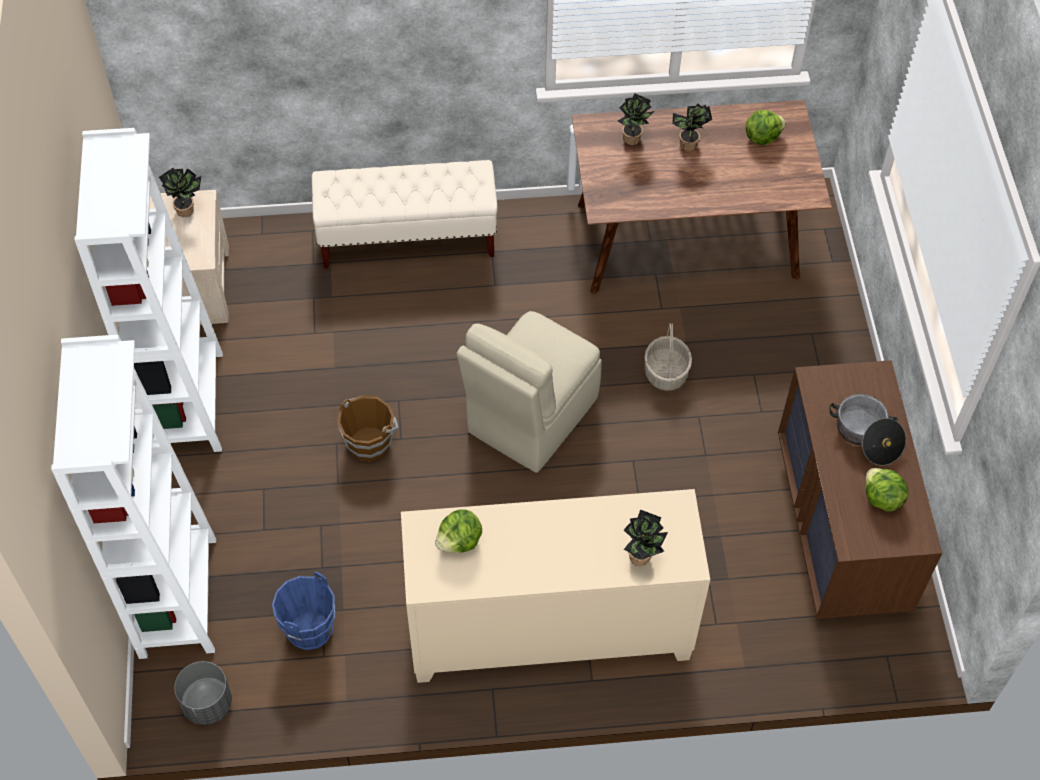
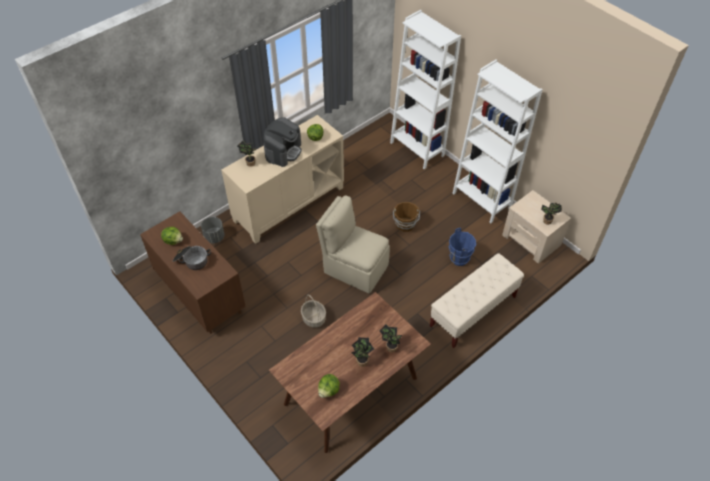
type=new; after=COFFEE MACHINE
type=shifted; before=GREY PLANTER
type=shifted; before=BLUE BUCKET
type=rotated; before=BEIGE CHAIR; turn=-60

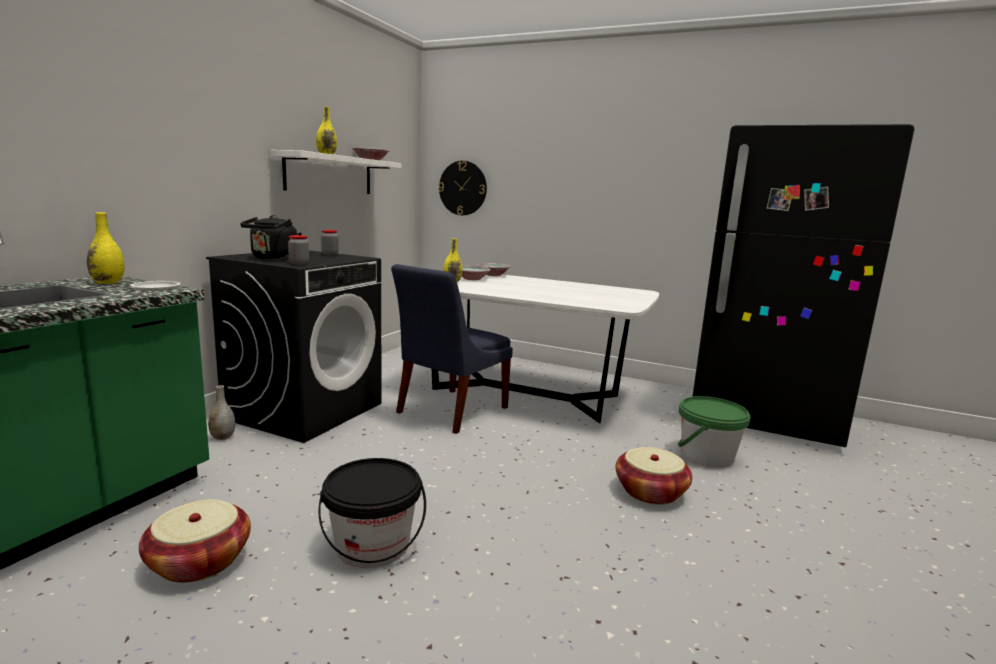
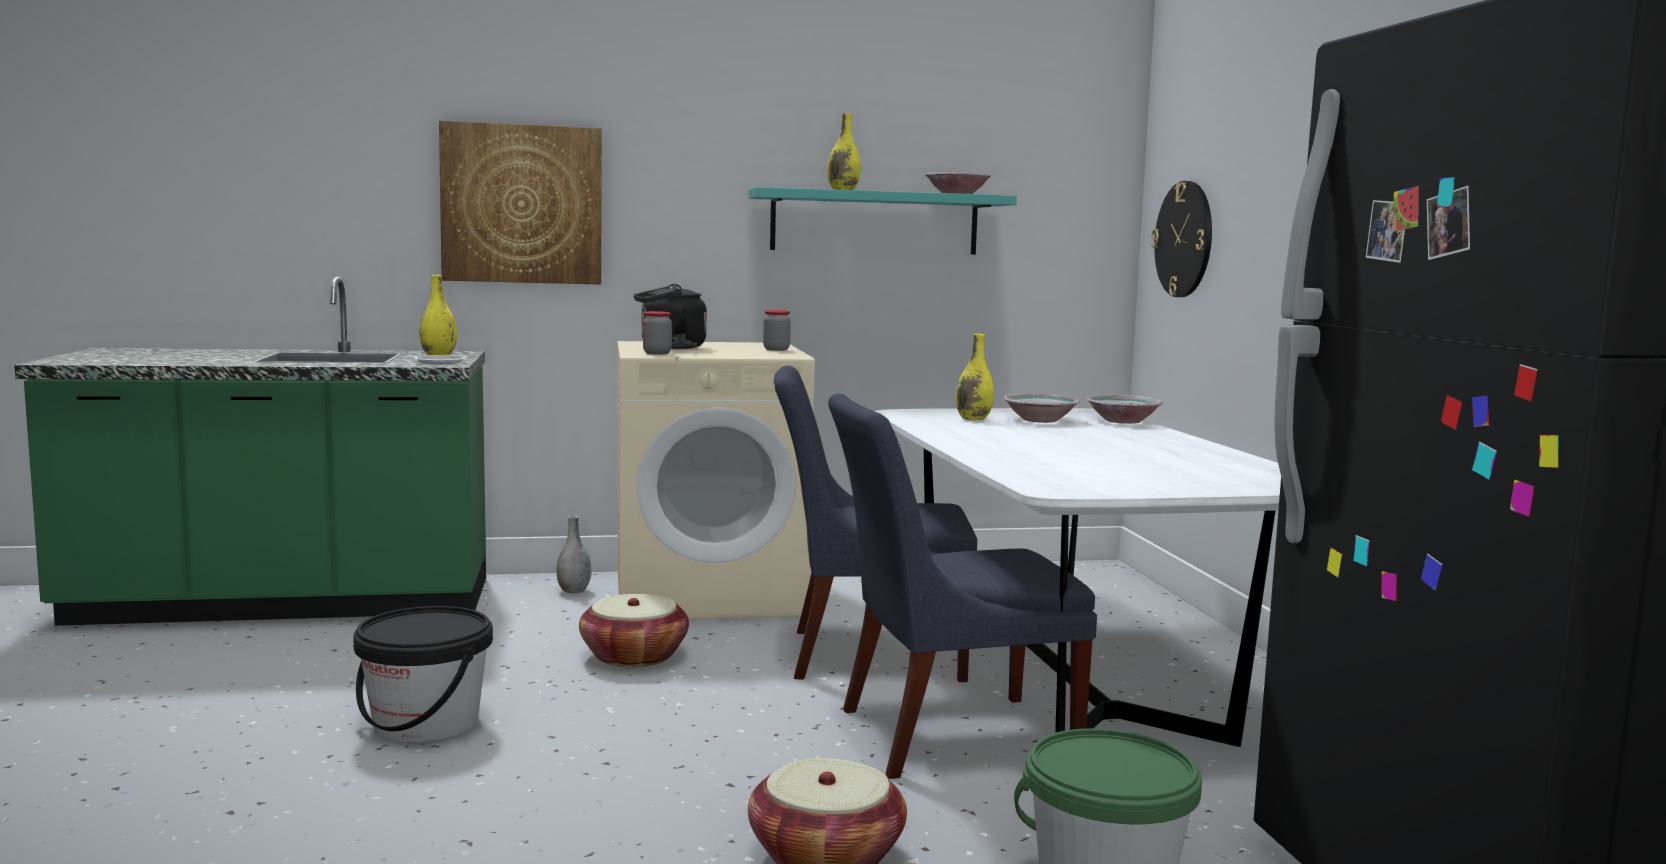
type=new; after=PICTURE
type=new; after=BLUE CHAIR (no. 2 from left)
type=shifted; before=BASKET (no. 1 from left)
type=repainted; before=BLACK WASHING MACHINE; after=BEIGE WASHING MACHINE
type=repainted; before=WHITE SHELF; after=TURQUOISE SHELF

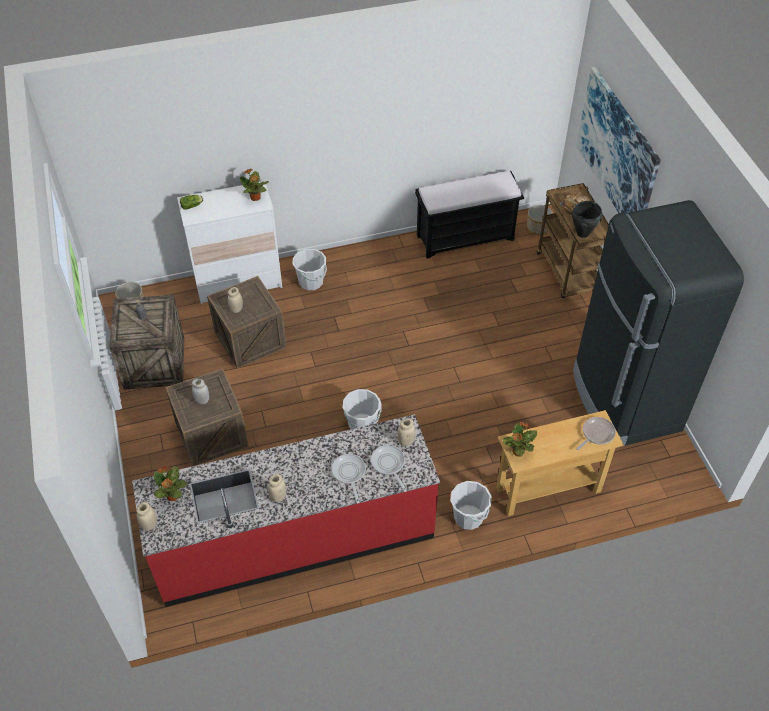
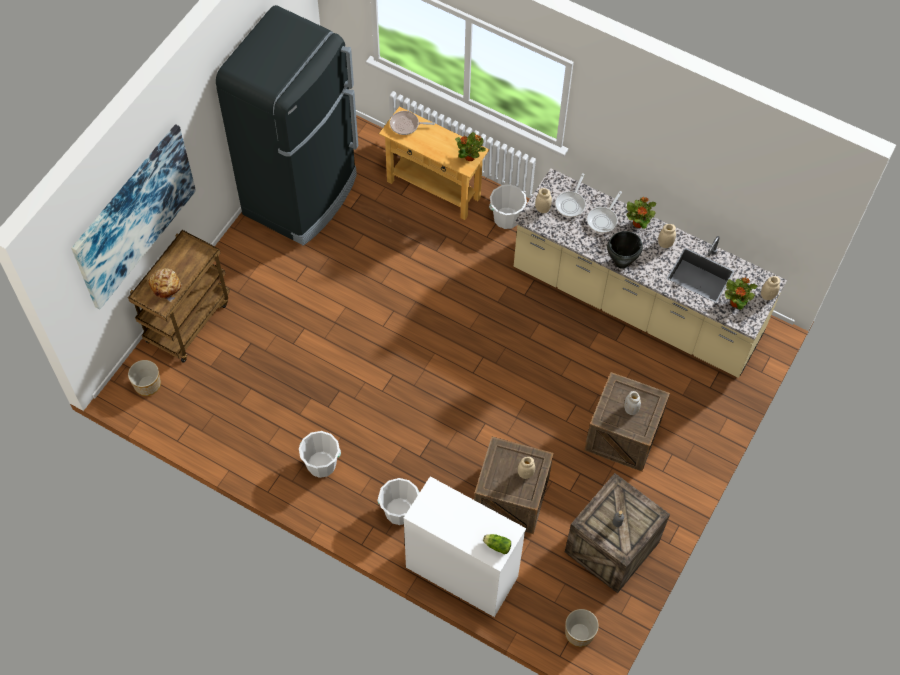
type=gone; before=BLACK BENCH
type=shifted; before=POTTED PLANT (no. 2 from left)
type=shifted; before=WHITE BUCKET (no. 2 from left in the first image); after=WHITE BUCKET (no. 1 from left)
type=shifted; before=BLACK COOKING POT
type=repainted; before=RED COUNTER; after=BEIGE COUNTER

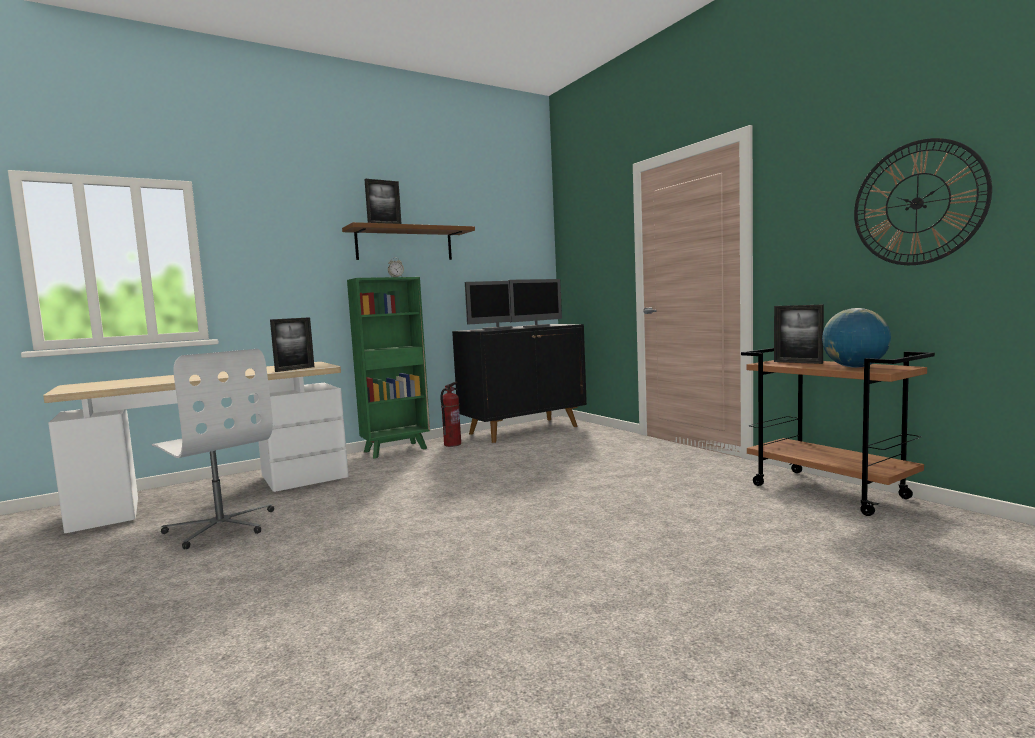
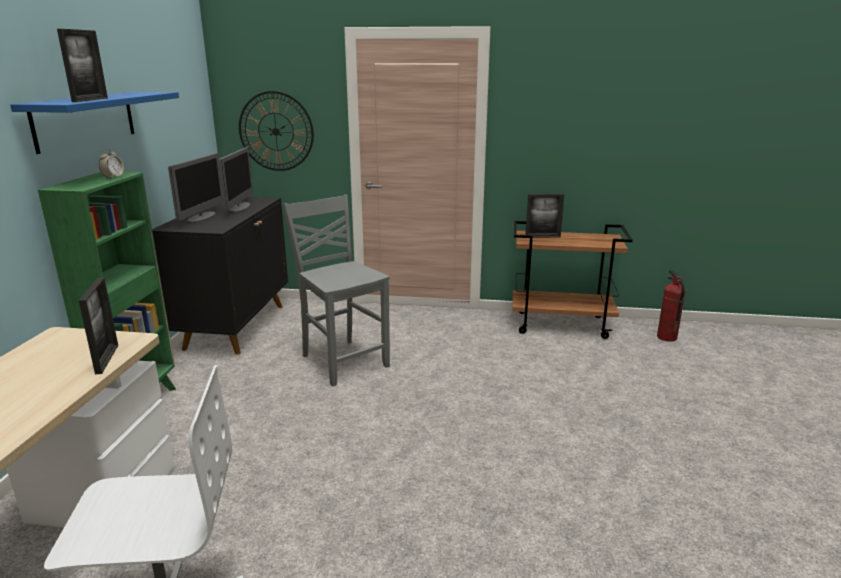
type=gone; before=GLOBE
type=new; after=GREY CHAIR
type=shifted; before=FIRE EXTINGUISHER
type=shifted; before=WALL CLOCK
type=repainted; before=BROWN SHELF; after=BLUE SHELF

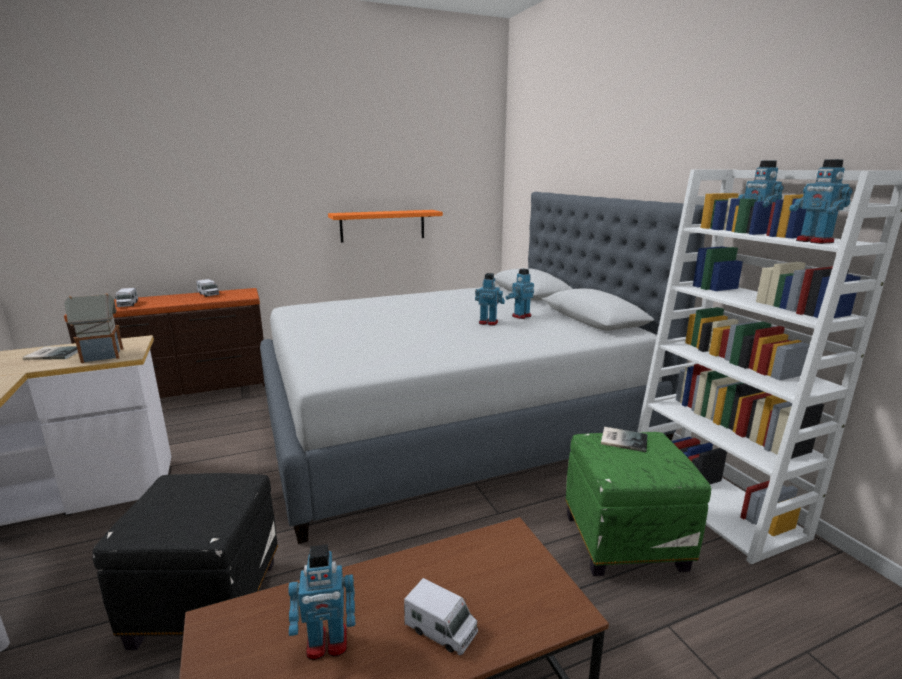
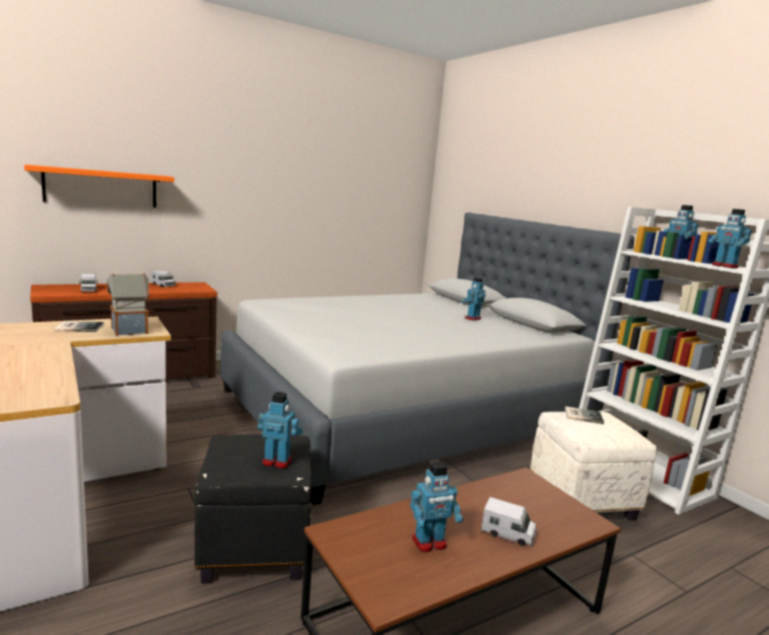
type=shifted; before=ORANGE SHELF
type=shifted; before=TOY ROBOT (no. 2 from left in the first image); after=TOY ROBOT (no. 1 from left)
type=repainted; before=GREEN OTTOMAN; after=WHITE OTTOMAN

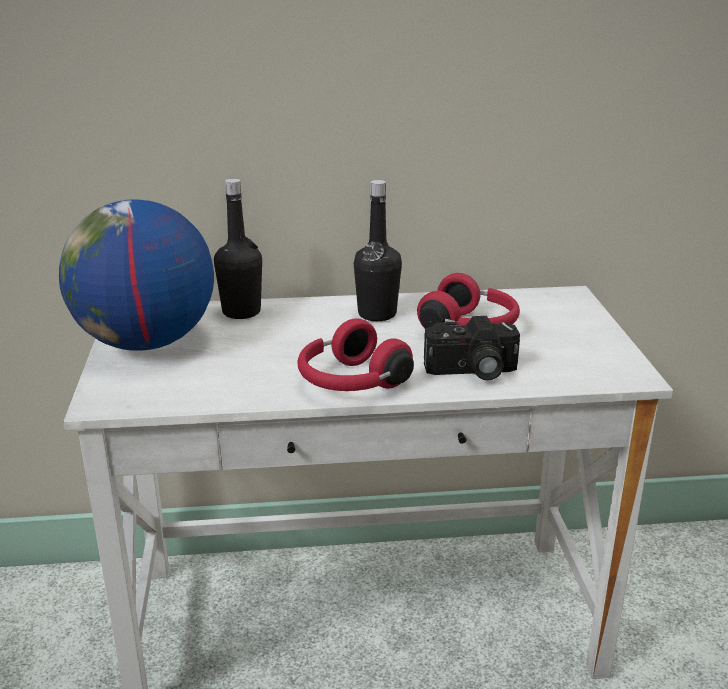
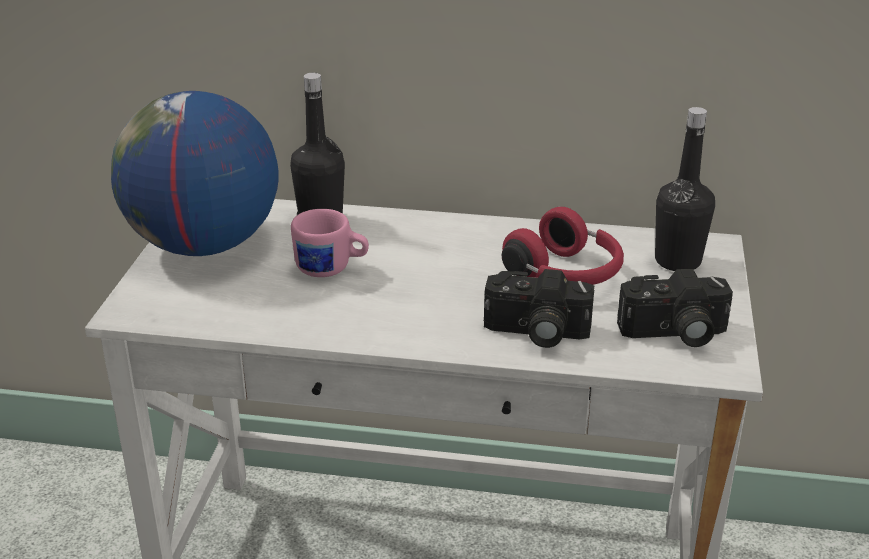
type=gone; before=RED HEADPHONES (no. 1 from left)
type=new; after=PINK MUG
type=new; after=PHOTO CAMERA (no. 2 from left)
type=shifted; before=BLACK BOTTLE (no. 2 from left)

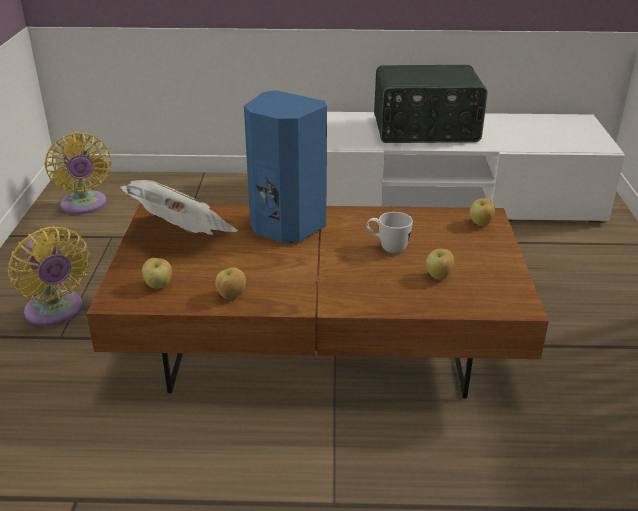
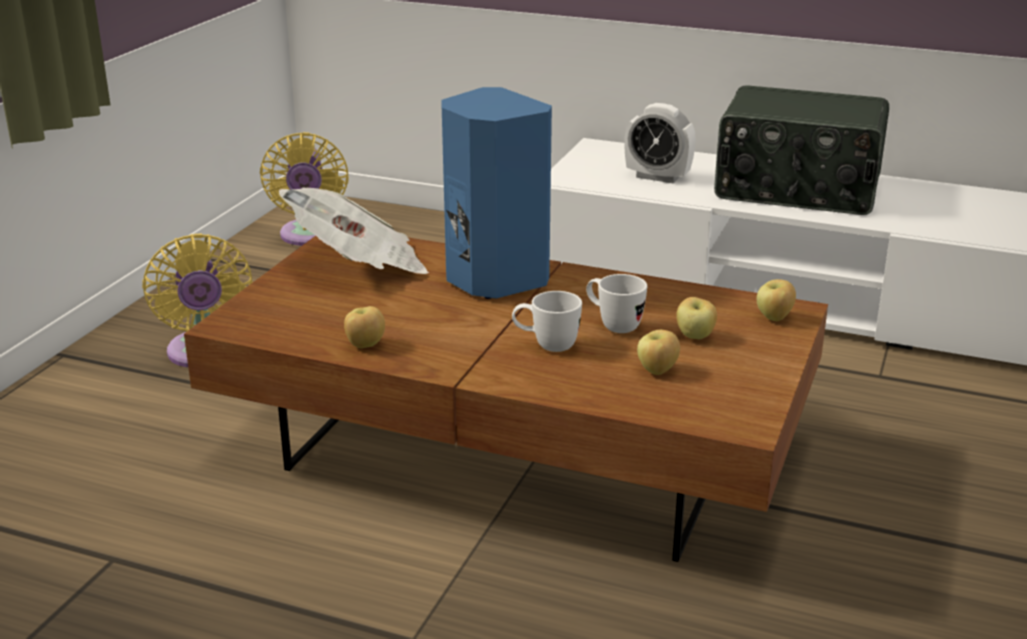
type=new; after=WHITE MUG (no. 1 from left)
type=new; after=ALARM CLOCK
type=shifted; before=APPLE (no. 1 from left in the first image); after=APPLE (no. 3 from left)

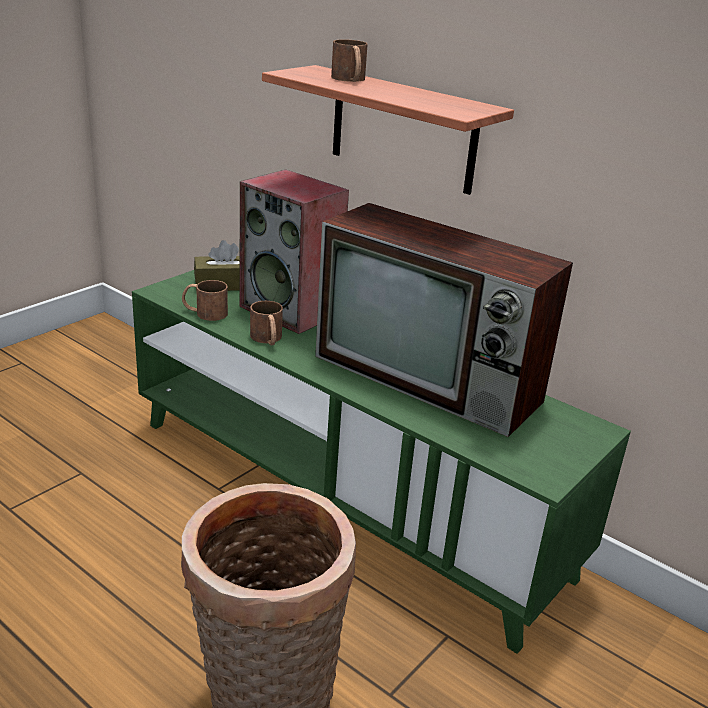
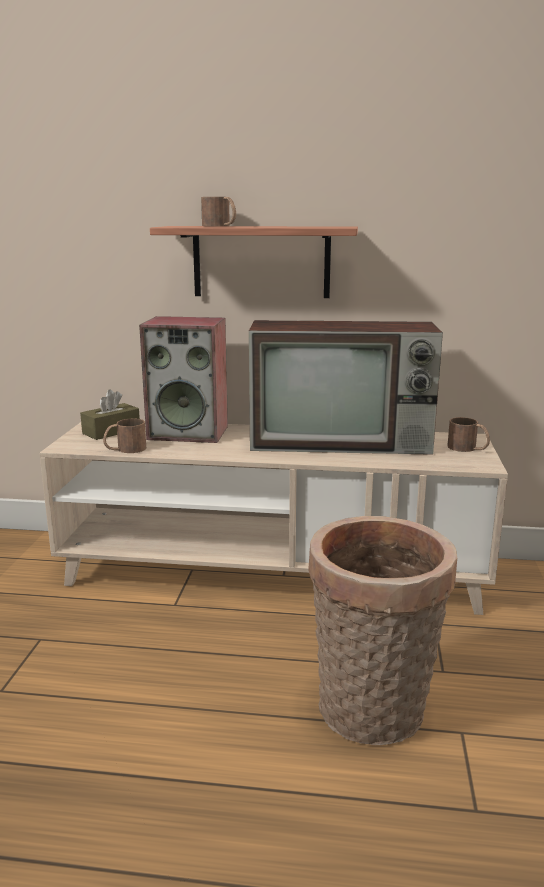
type=shifted; before=BROWN MUG (no. 2 from left in the first image); after=BROWN MUG (no. 3 from left)
type=repainted; before=GREEN TV STAND; after=BEIGE TV STAND

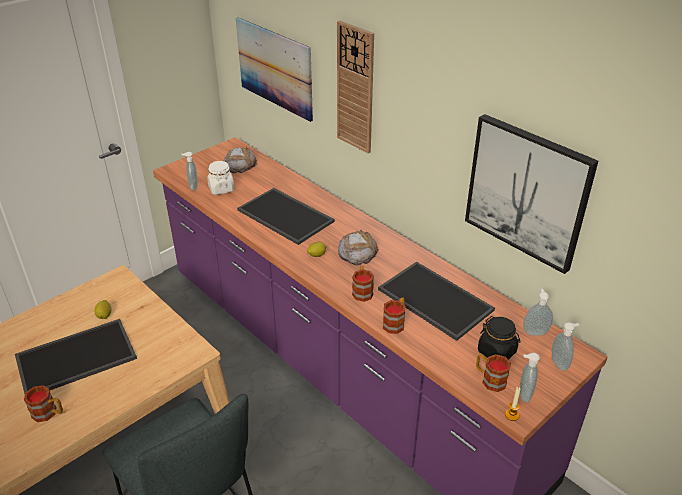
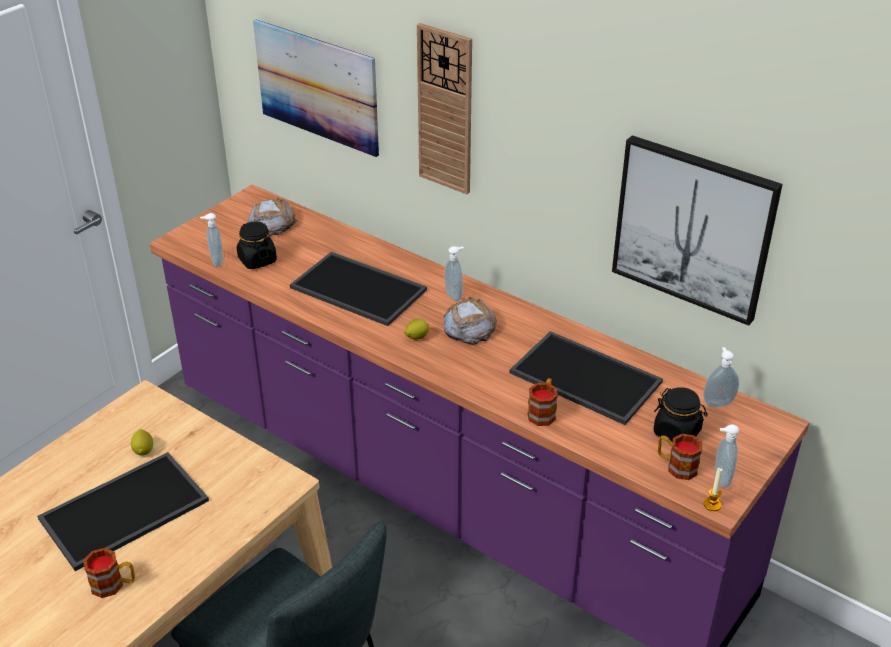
type=gone; before=MUG (no. 2 from left)
type=shifted; before=SOAP DISPENSER (no. 4 from left in the first image); after=SOAP DISPENSER (no. 2 from left)
type=repainted; before=WHITE JAR; after=BLACK JAR (no. 1 from left)

